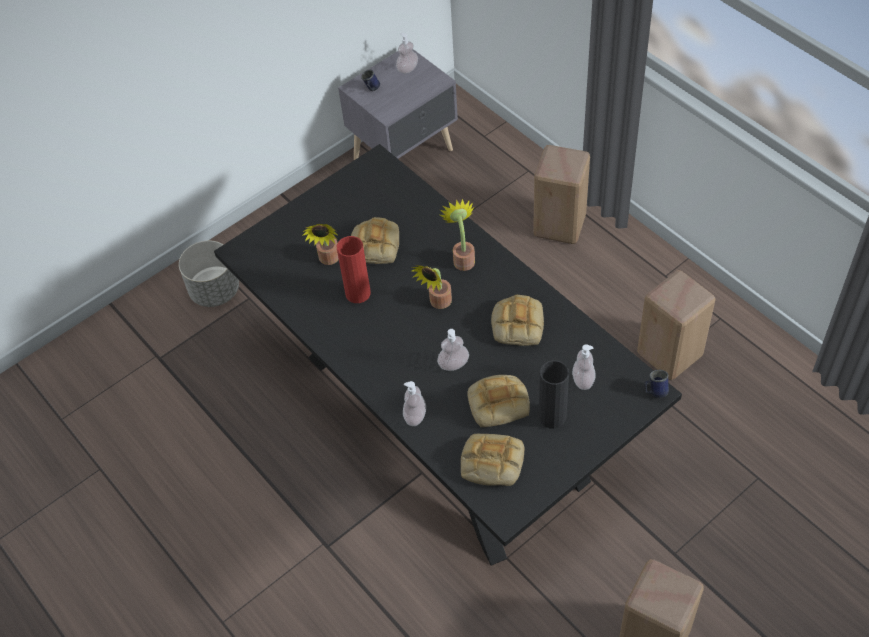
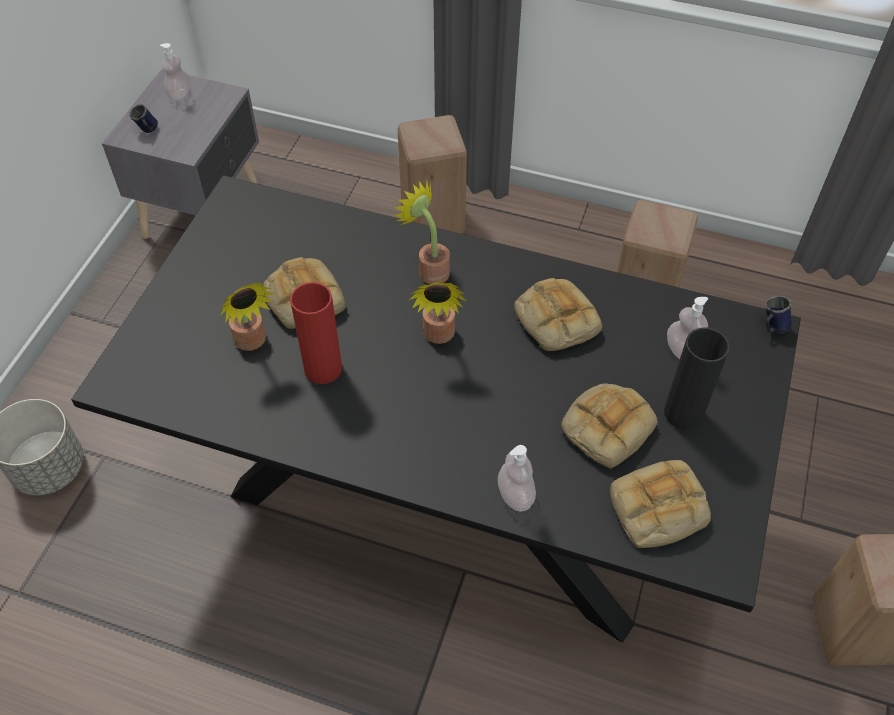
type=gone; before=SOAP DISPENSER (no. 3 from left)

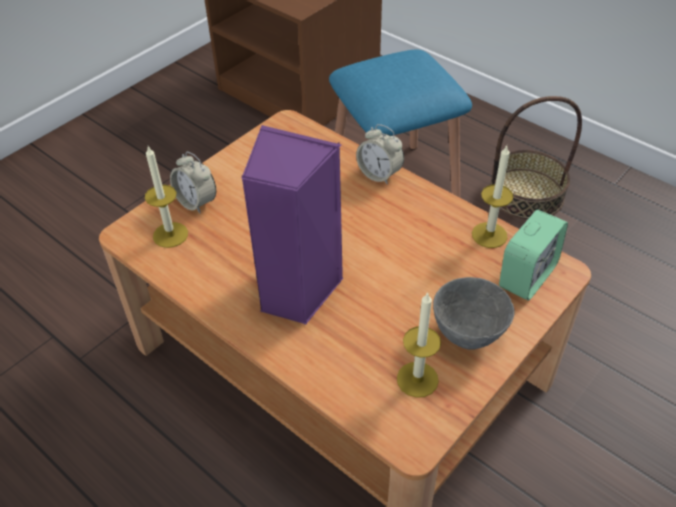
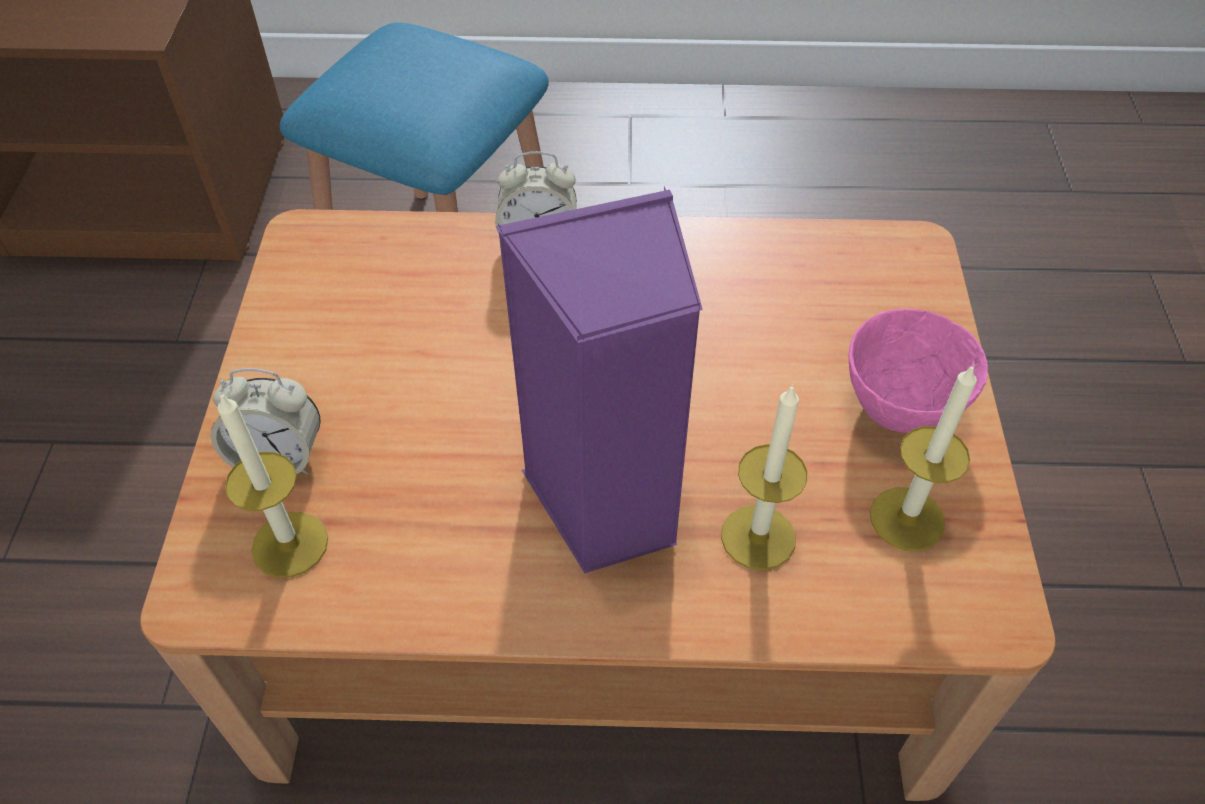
type=gone; before=BASKET
type=gone; before=ALARM CLOCK (no. 3 from left)
type=shifted; before=CANDLE (no. 3 from left in the first image); after=CANDLE (no. 2 from left)
type=repainted; before=GREY BOWL; after=PINK BOWL

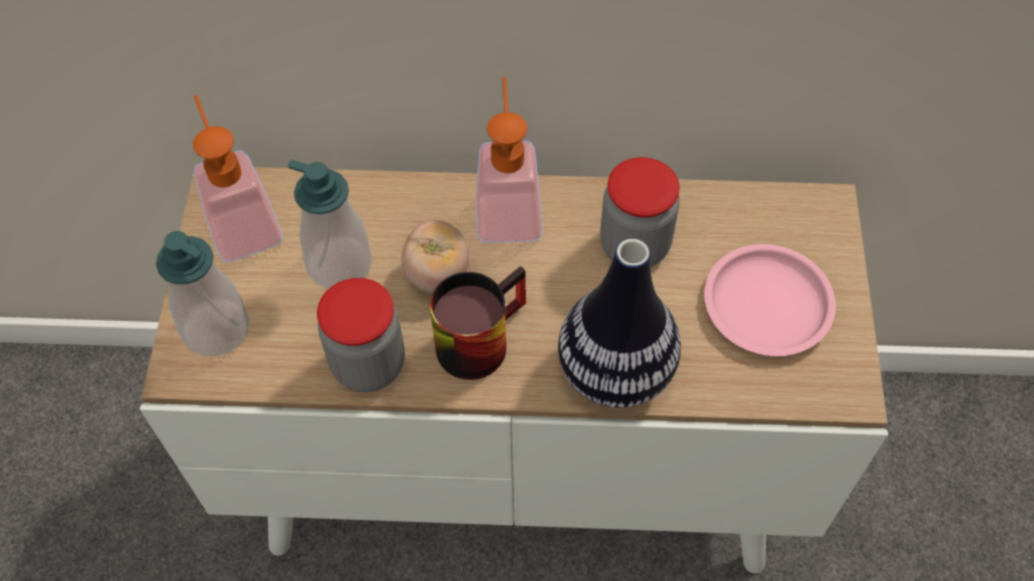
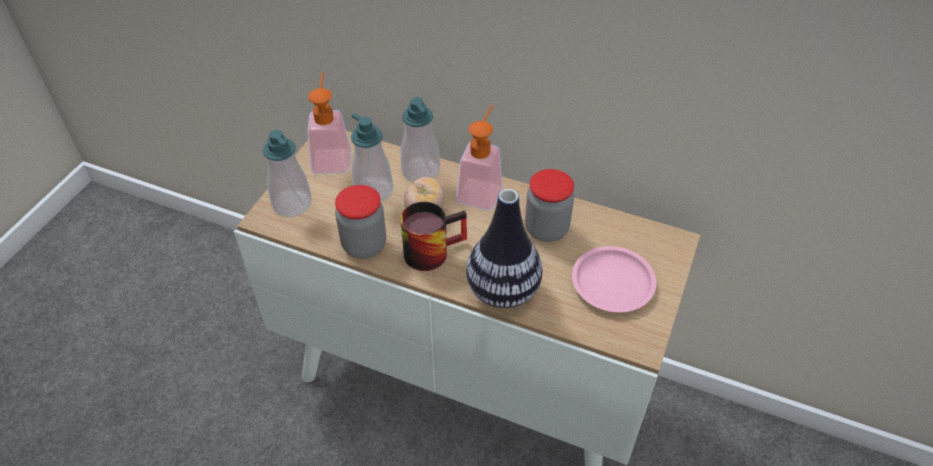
type=new; after=SOAP DISPENSER (no. 4 from left)

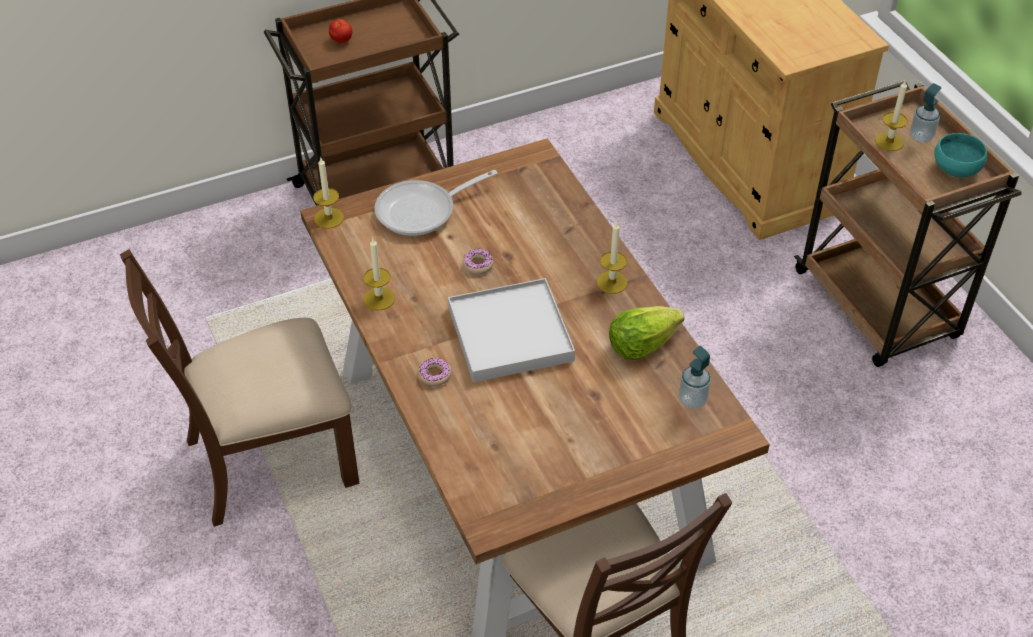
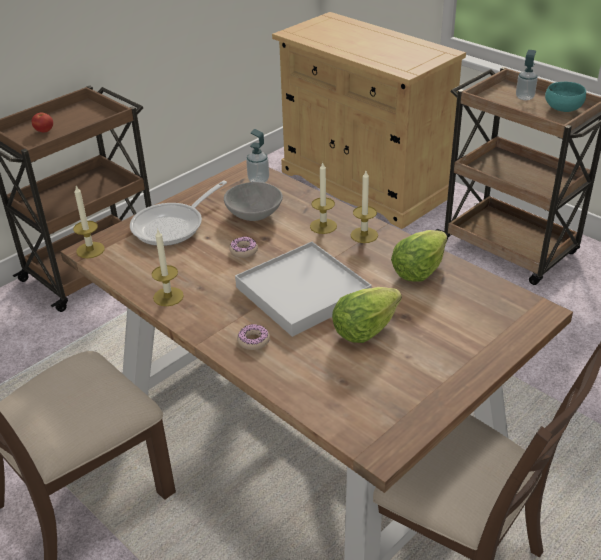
type=new; after=GREY BOWL
type=new; after=LETTUCE (no. 1 from left)
type=shifted; before=SOAP DISPENSER (no. 1 from left)
type=shifted; before=CANDLE (no. 4 from left in the first image); after=CANDLE (no. 3 from left)

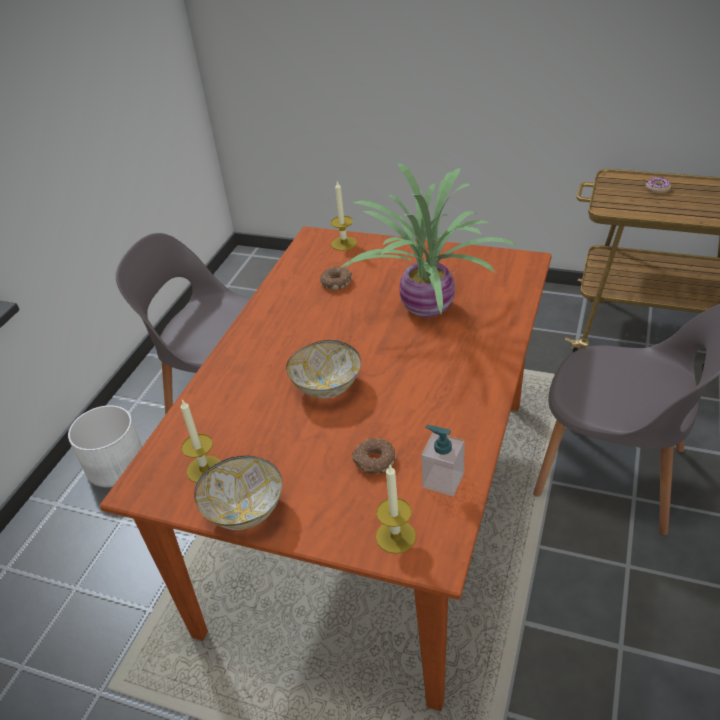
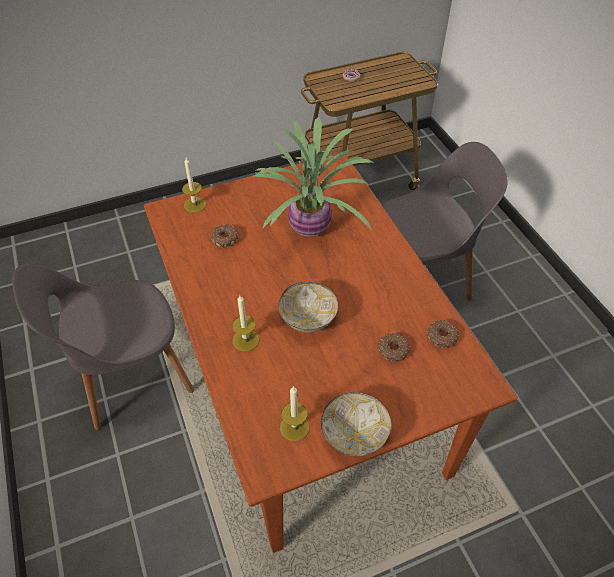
type=gone; before=WHITE PLANTER
type=shifted; before=CANDLE (no. 3 from left in the first image); after=CANDLE (no. 2 from left)
type=swapped; before=SOAP DISPENSER; after=DONUT (no. 4 from left)

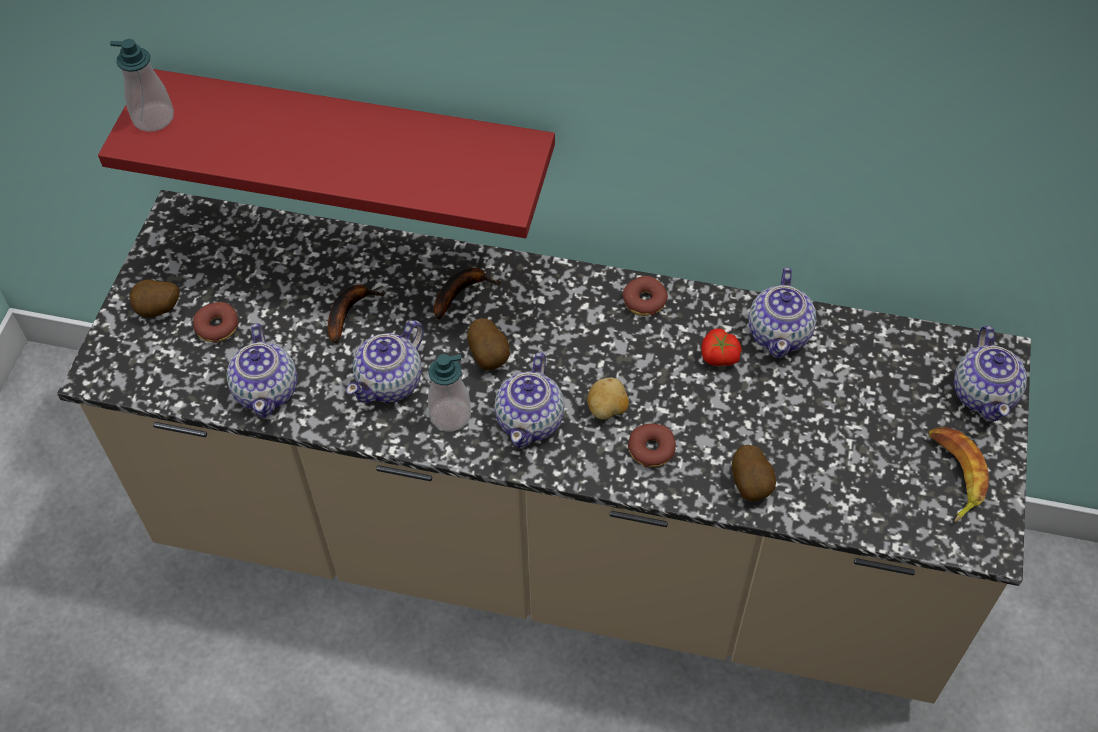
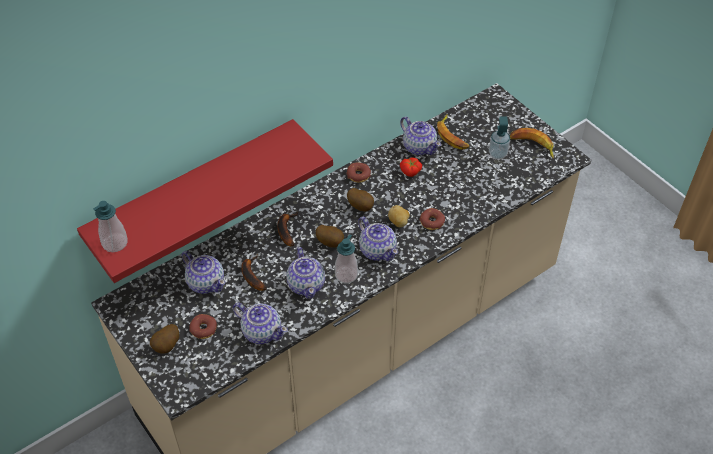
type=new; after=BANANA (no. 3 from left)
type=new; after=SOAP DISPENSER (no. 3 from left)
type=shifted; before=POTATO (no. 4 from left in the first image); after=POTATO (no. 3 from left)
type=shifted; before=TEAPOT (no. 5 from left in the first image); after=TEAPOT (no. 1 from left)

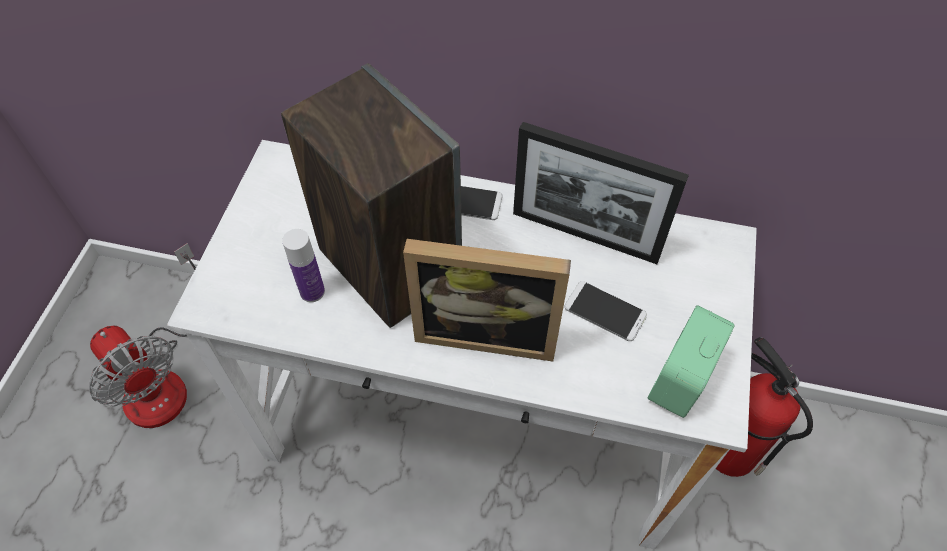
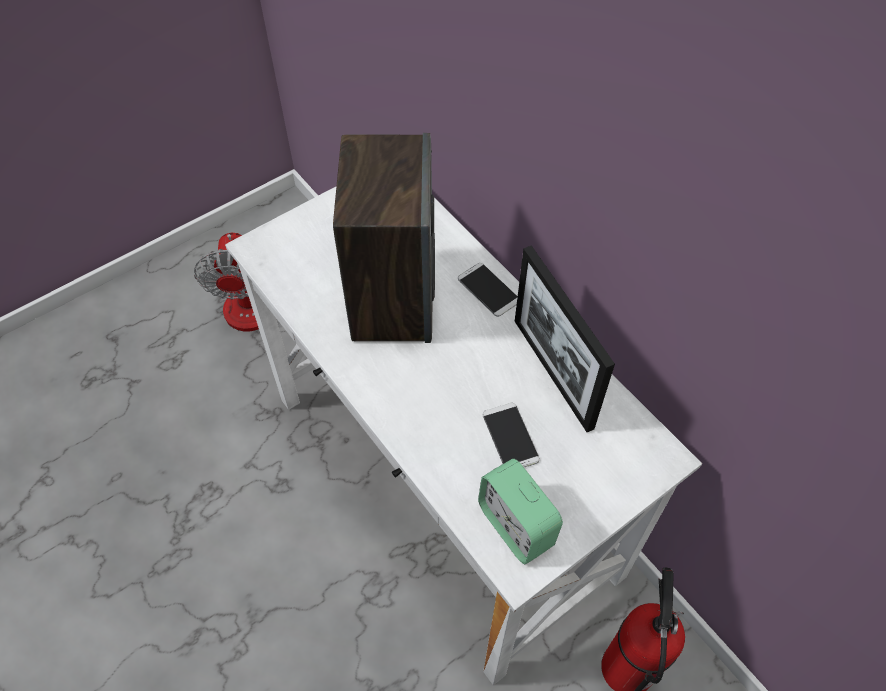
type=gone; before=BOTTLE
type=gone; before=PICTURE FRAME (no. 1 from left)
type=rotated; before=ALARM CLOCK; turn=-105

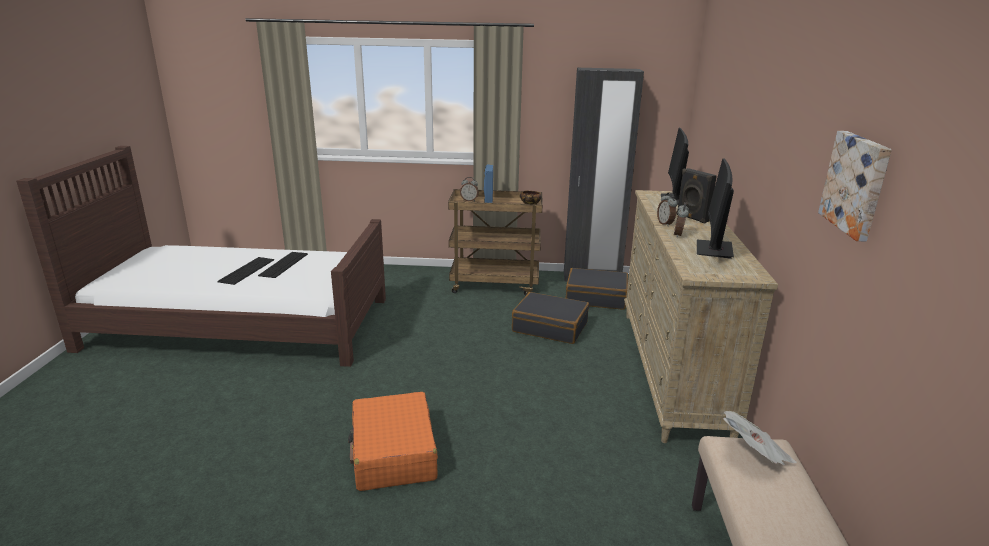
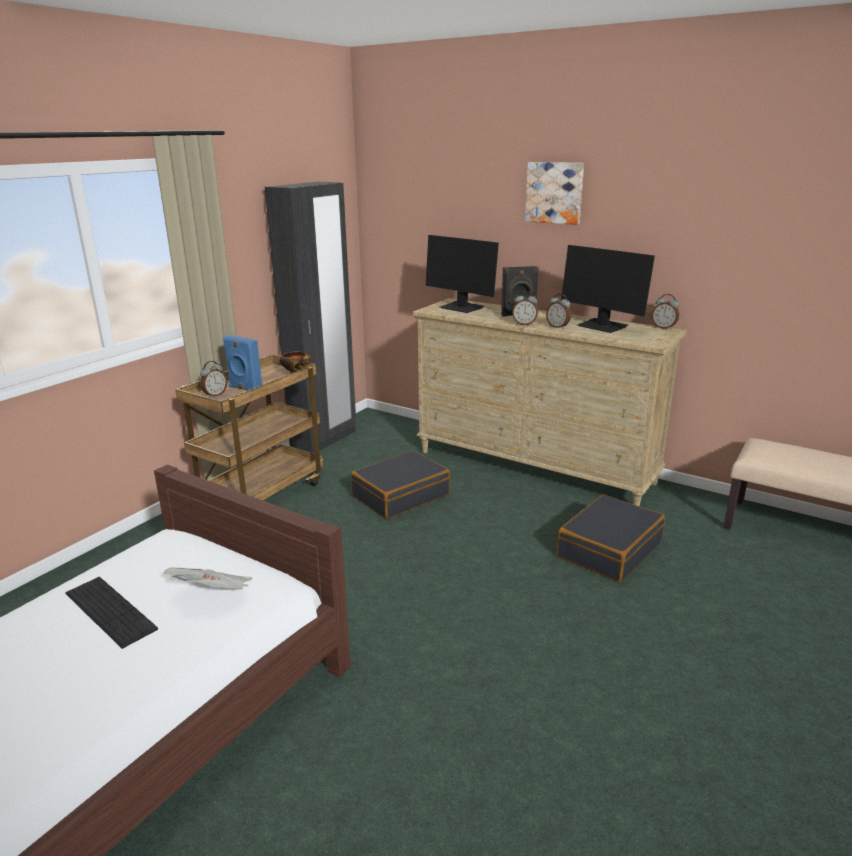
type=gone; before=KEYBOARD (no. 1 from left)
type=gone; before=ORANGE SUITCASE
type=new; after=ALARM CLOCK (no. 4 from left)
type=shifted; before=BLACK SUITCASE (no. 2 from left)
type=shifted; before=NEWSPAPER
type=shifted; before=PICTURE

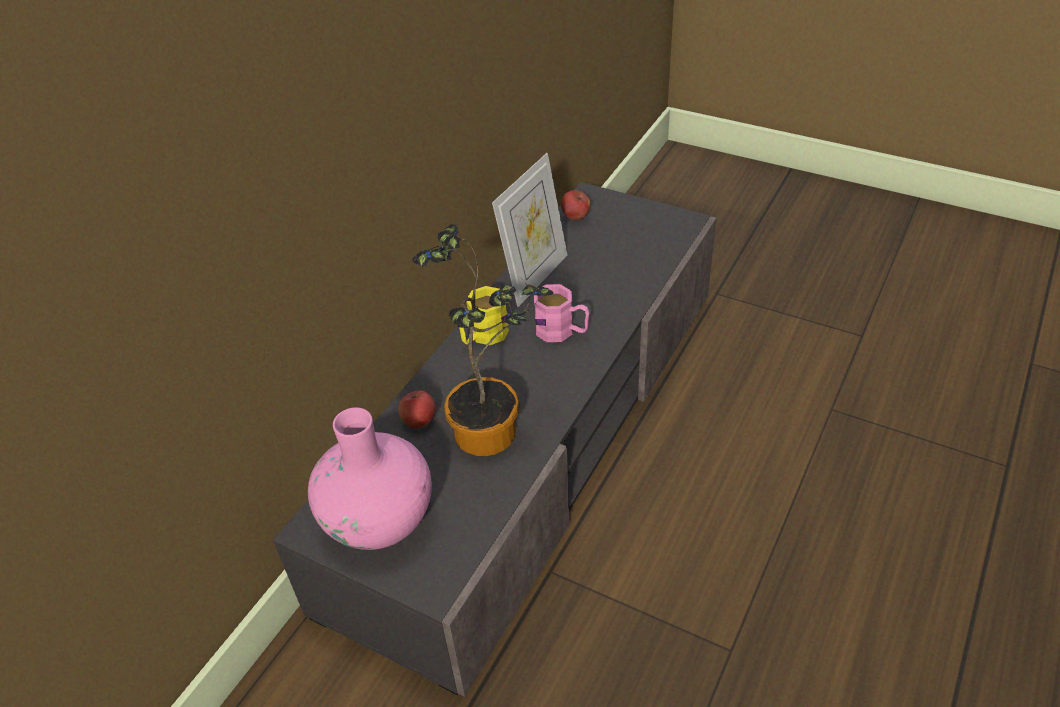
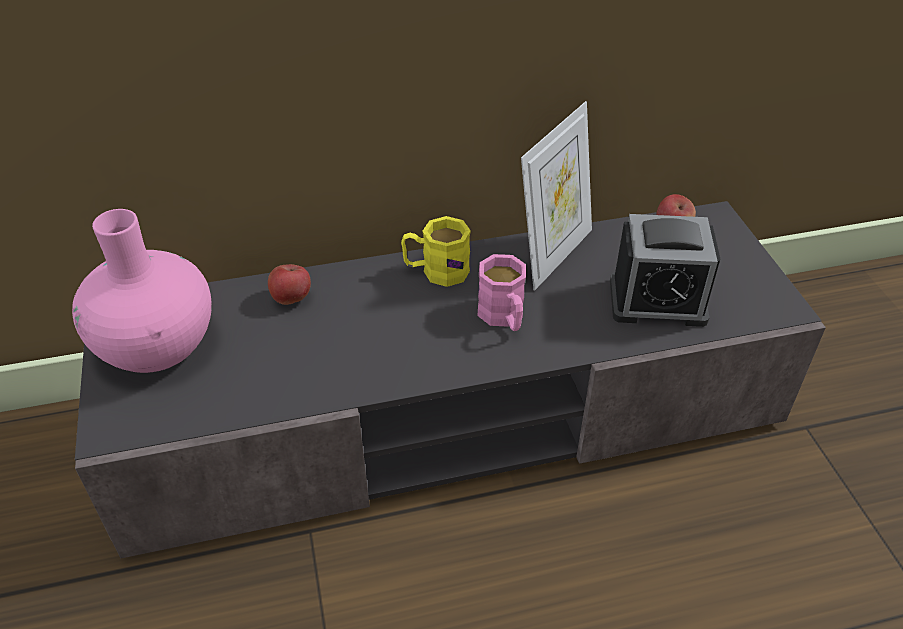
type=gone; before=POTTED PLANT
type=new; after=ALARM CLOCK
type=rotated; before=PICTURE FRAME; turn=-45

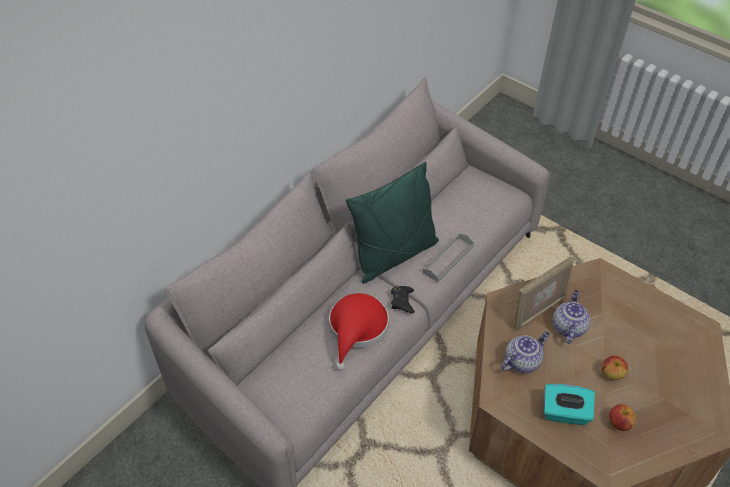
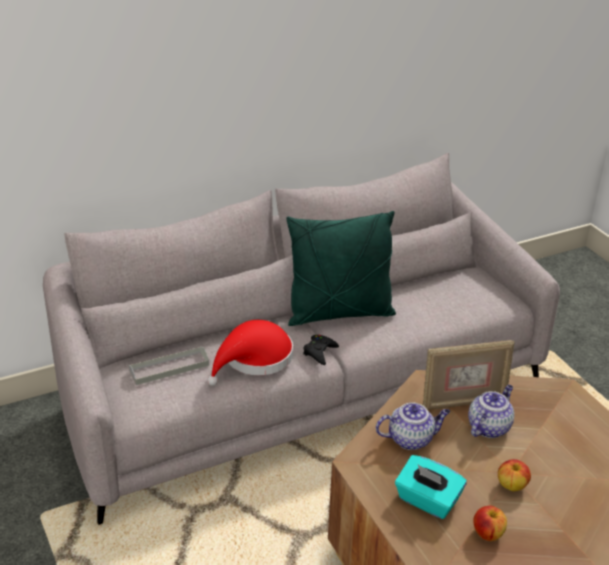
type=shifted; before=GREY TRAY

